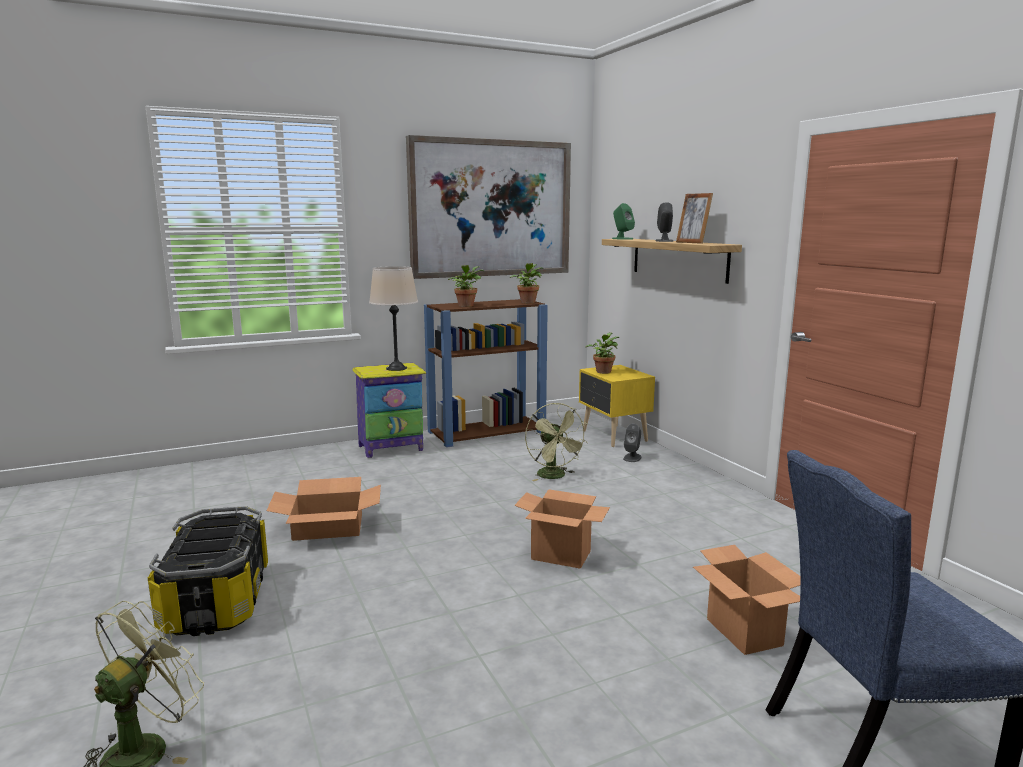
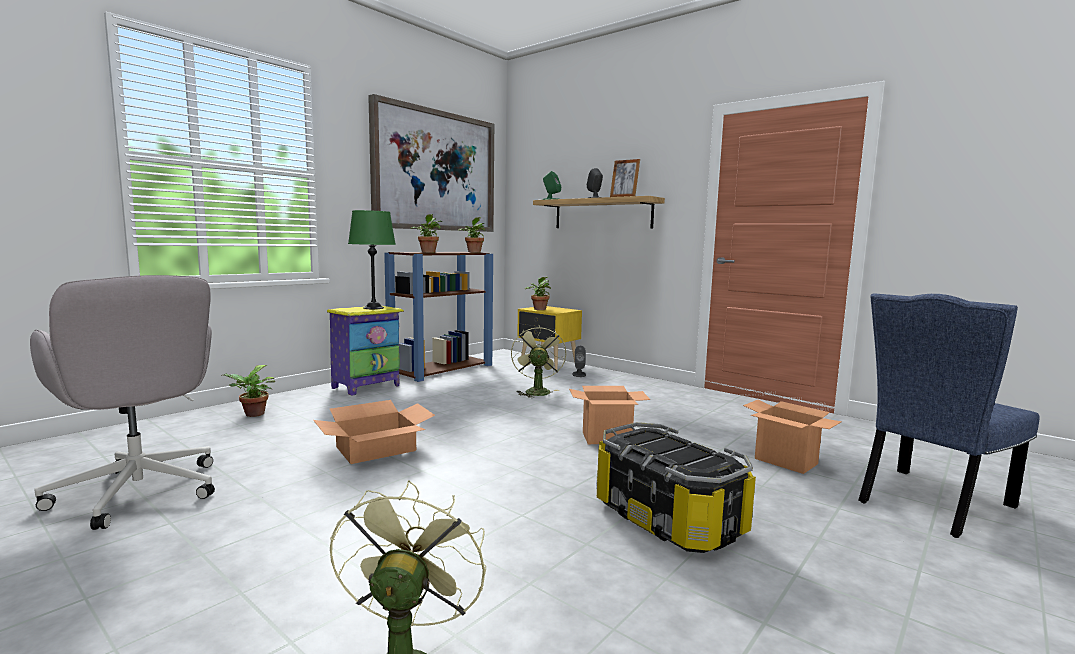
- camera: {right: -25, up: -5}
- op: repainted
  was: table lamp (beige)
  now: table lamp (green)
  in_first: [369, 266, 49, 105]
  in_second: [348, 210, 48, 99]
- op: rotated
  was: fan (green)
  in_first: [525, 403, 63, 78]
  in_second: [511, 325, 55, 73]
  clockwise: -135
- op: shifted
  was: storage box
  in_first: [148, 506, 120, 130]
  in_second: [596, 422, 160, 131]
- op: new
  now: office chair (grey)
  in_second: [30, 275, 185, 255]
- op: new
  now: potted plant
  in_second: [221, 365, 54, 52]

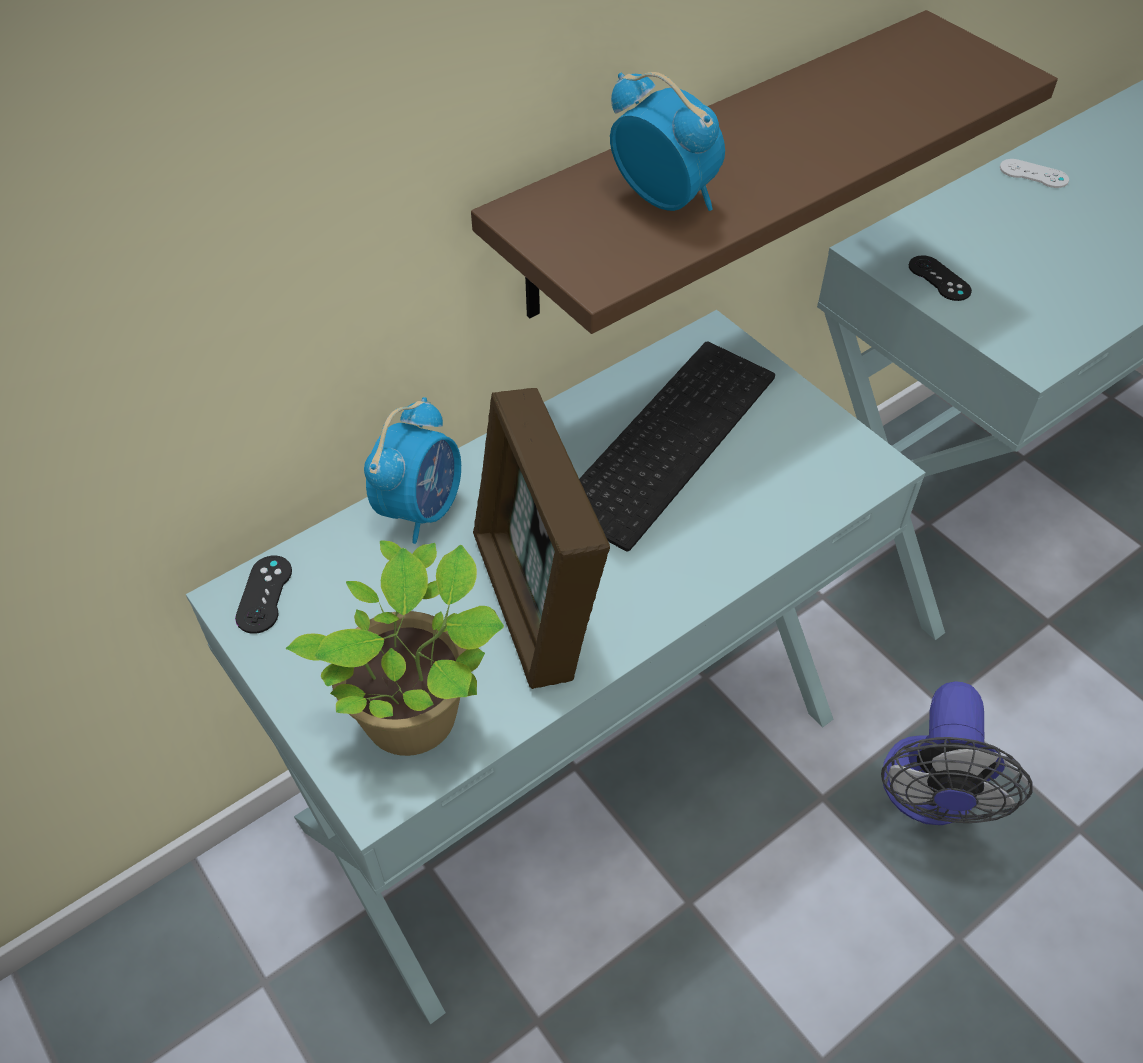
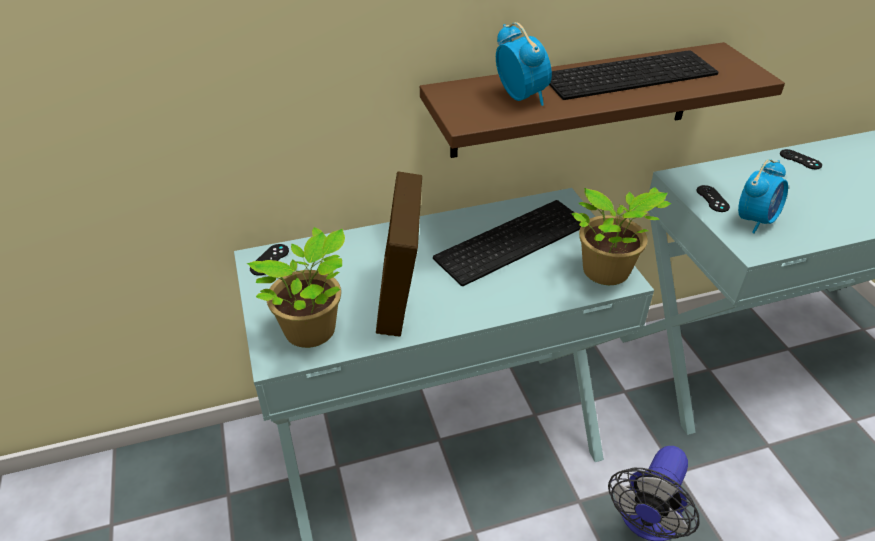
- camera: {right: 20, up: -10}
- op: repainted
  was: game controller (white)
  now: game controller (black)
  in_first: [1000, 159, 69, 29]
  in_second: [780, 149, 42, 20]
- op: shifted
  was: alarm clock
  in_first: [364, 397, 97, 147]
  in_second: [738, 159, 50, 75]
- op: new
  now: keyboard
  in_second: [549, 50, 170, 50]
- op: new
  now: potted plant
  in_second: [571, 187, 101, 98]

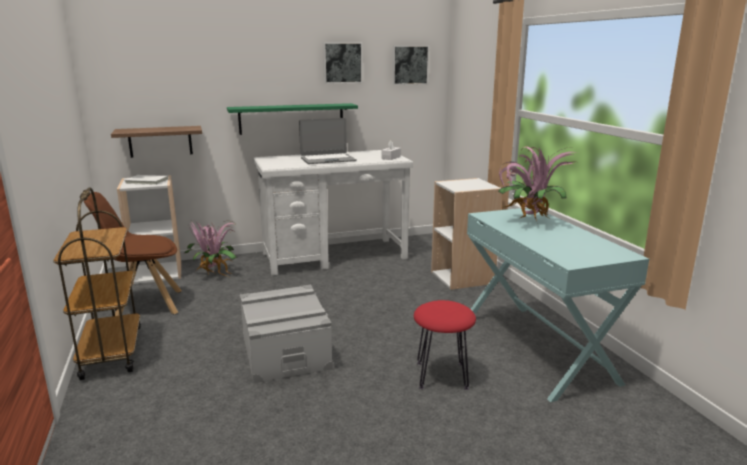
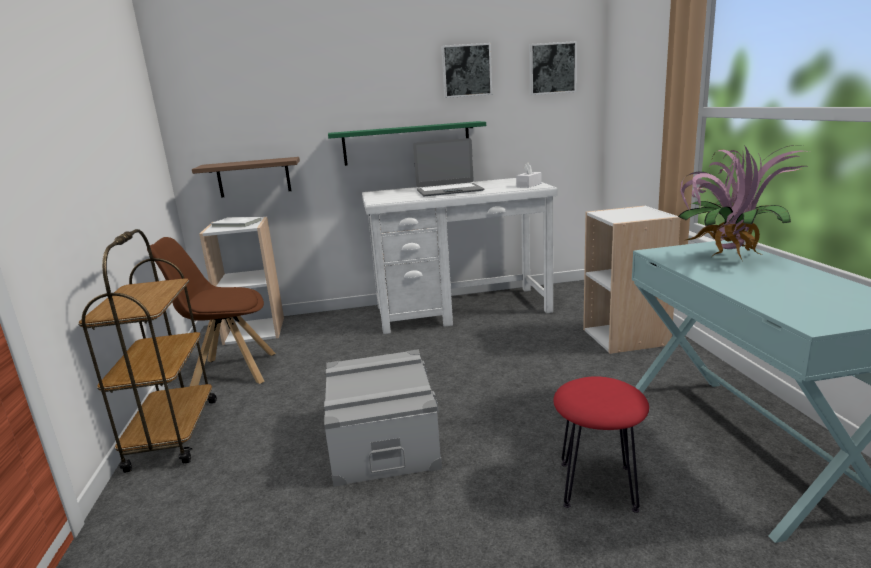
- camera: {right: 10, up: 0}
- op: gone
  was: potted plant
  in_first: [184, 218, 54, 59]

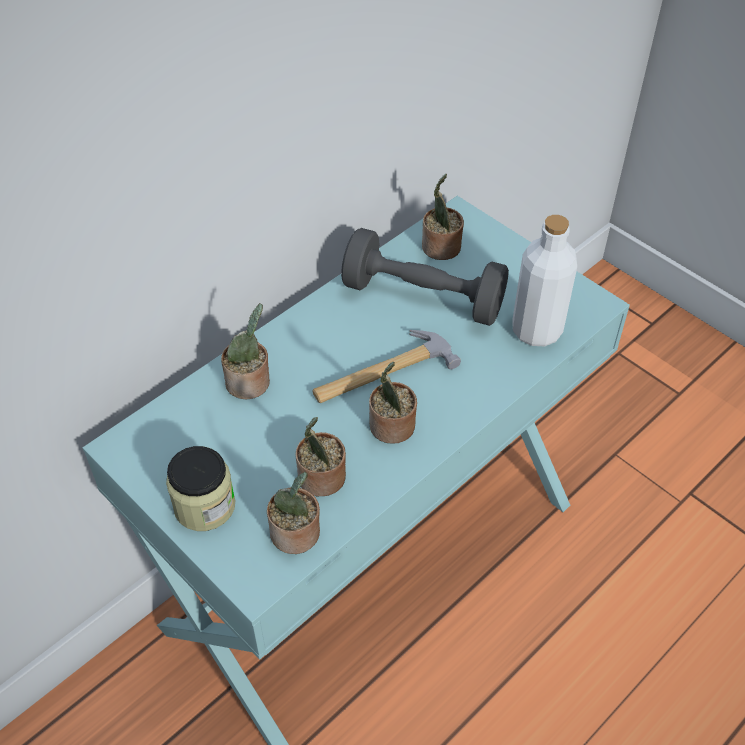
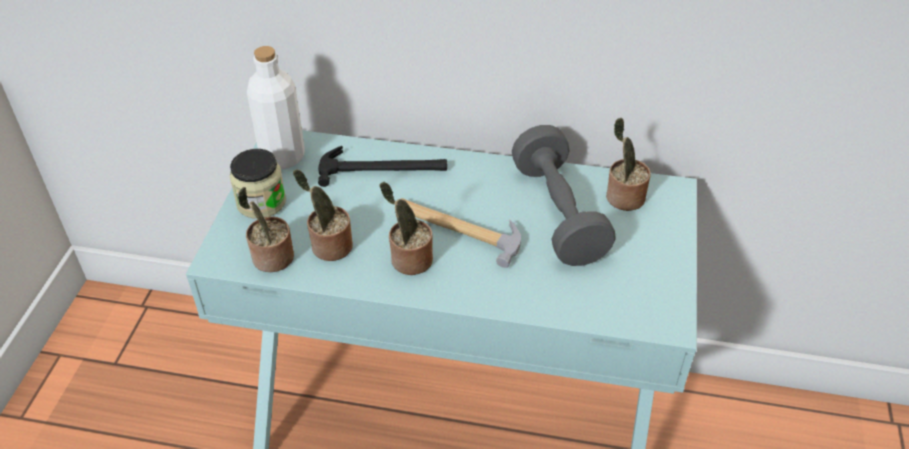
- camera: {right: 55, up: -5}
- op: shifted
  was: bottle (white)
  in_first: [512, 215, 65, 132]
  in_second: [247, 46, 58, 123]
- op: swapped
  was: potted plant
  now: hammer
  in_first: [221, 303, 49, 96]
  in_second: [318, 146, 129, 41]

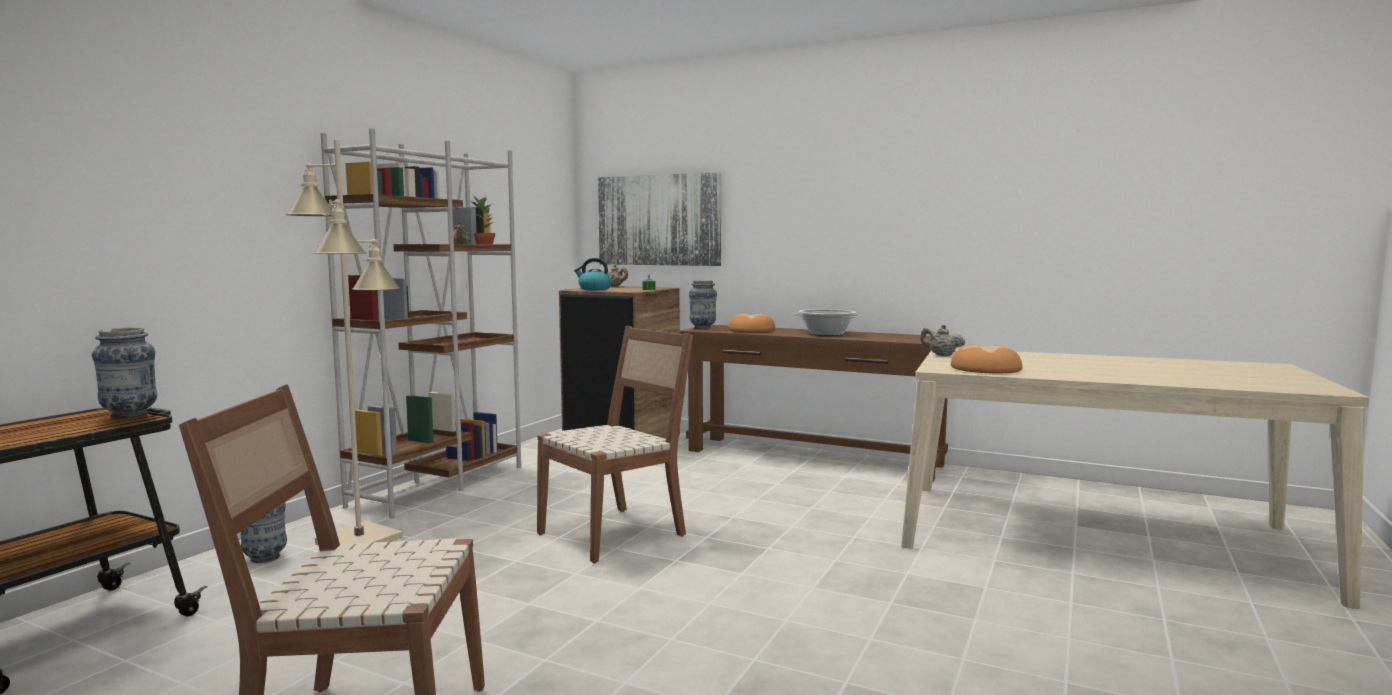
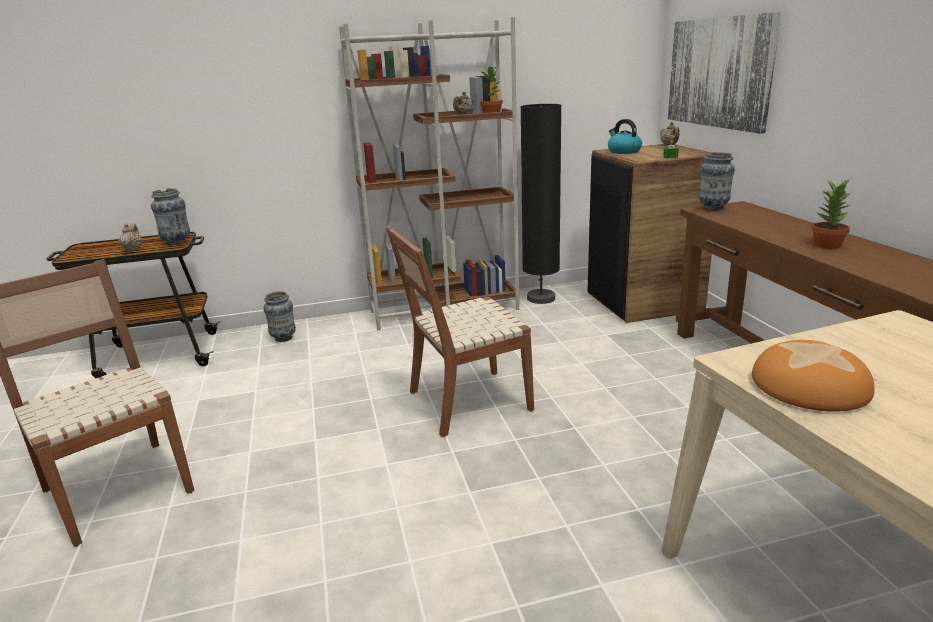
- camera: {right: 50, up: 15}
- op: gone
  was: floor lamp (beige)
  in_first: [286, 139, 117, 406]
- op: swapped
  was: cooking pot
  now: potted plant
  in_first: [793, 309, 69, 27]
  in_second: [812, 180, 40, 69]
- op: gone
  was: bread
  in_first: [728, 314, 47, 18]
- op: shifted
  was: teapot (beige)
  in_first: [920, 324, 45, 32]
  in_second: [118, 223, 25, 28]
- op: rotated
  was: chair
  in_first: [537, 326, 156, 237]
  in_second: [386, 225, 148, 212]
  clockwise: 150
- op: new
  now: floor lamp (black)
  in_second: [520, 104, 42, 200]

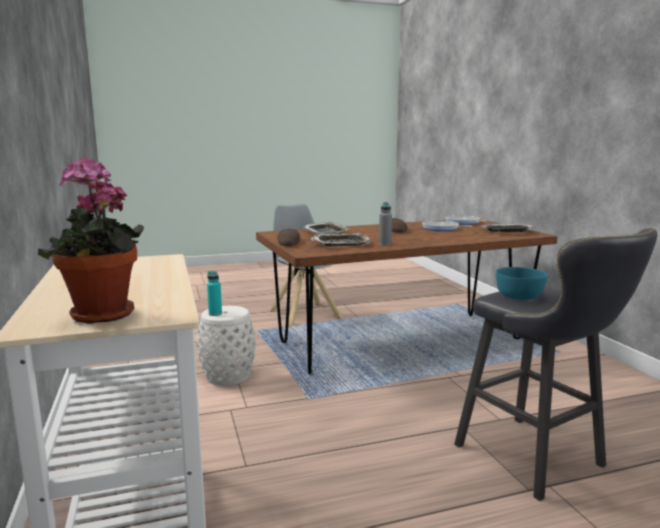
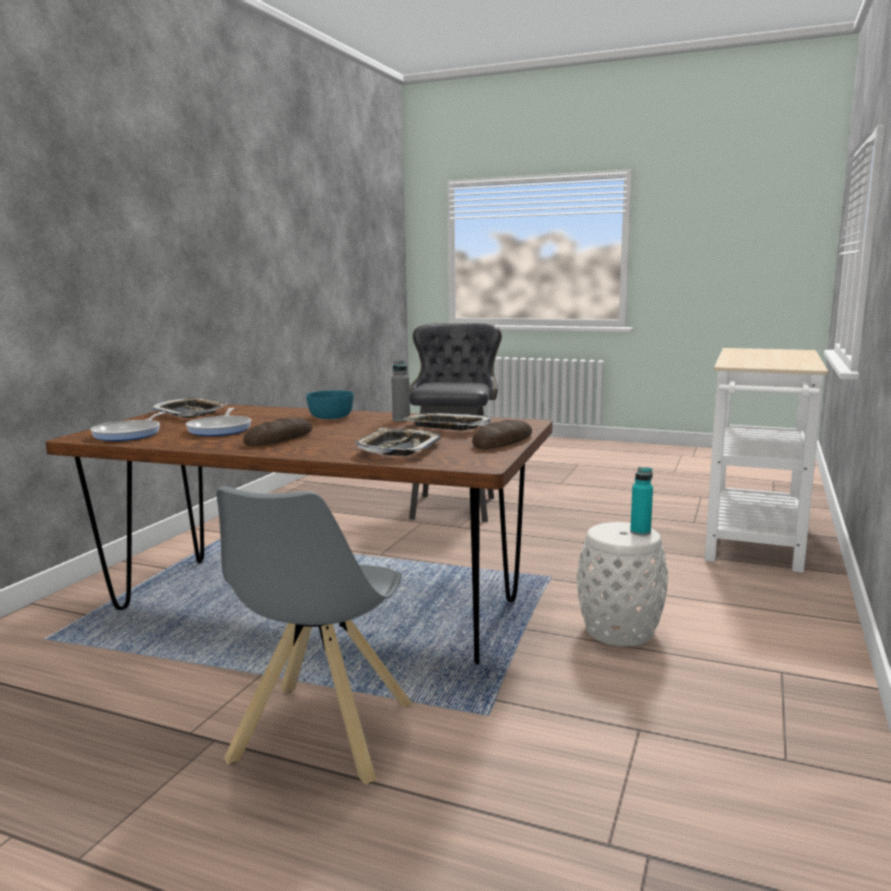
- camera: {right: -140, up: 0}
- op: gone
  was: potted plant
  in_first: [38, 157, 106, 167]
- op: shifted
  was: bowl (turquoise)
  in_first: [496, 267, 52, 33]
  in_second: [306, 390, 48, 29]

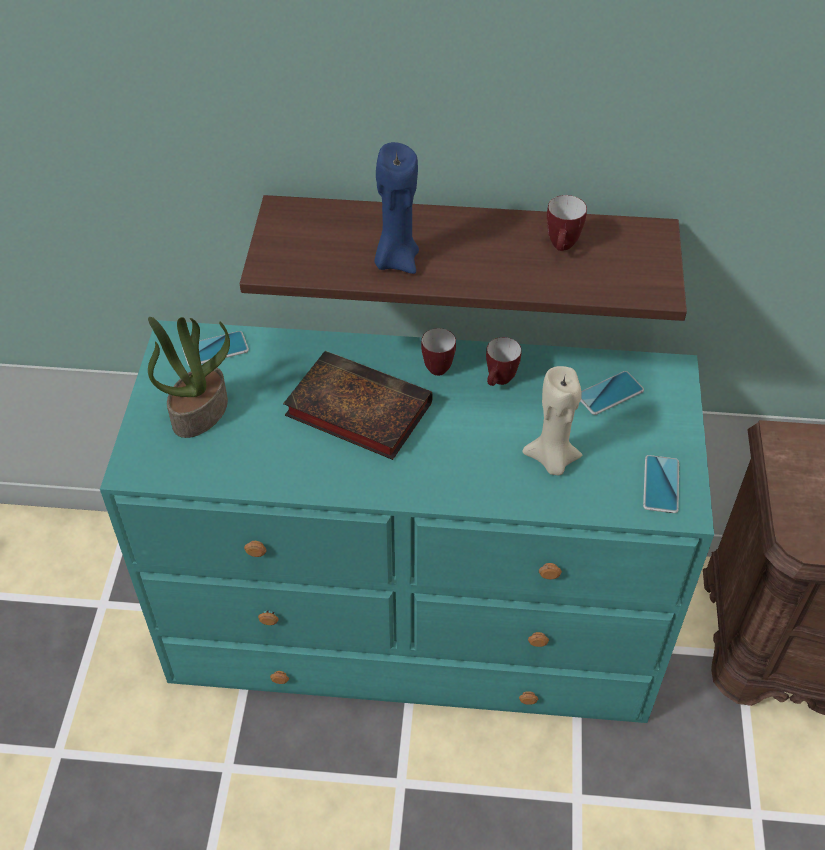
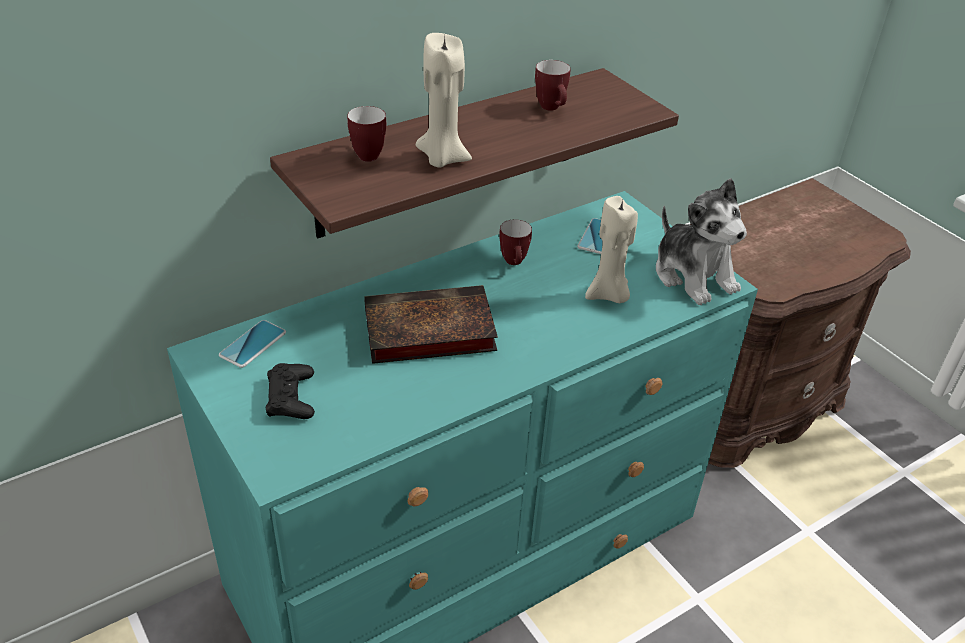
- camera: {right: -40, up: -10}
- op: repainted
  was: candle (blue)
  now: candle (beige)
  in_first: [374, 142, 45, 132]
  in_second: [416, 33, 56, 135]
- op: swapped
  was: potted plant
  now: game controller (black)
  in_first: [148, 317, 82, 121]
  in_second: [266, 363, 49, 56]
- op: shifted
  was: mug
  in_first: [421, 328, 35, 48]
  in_second: [347, 106, 39, 56]
- op: swapped
  was: phone
  now: plush toy
  in_first: [643, 455, 36, 58]
  in_second: [656, 178, 91, 127]

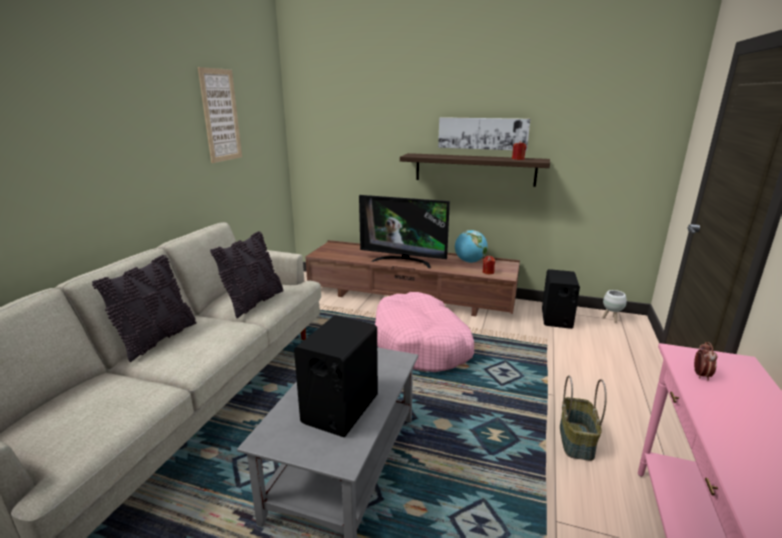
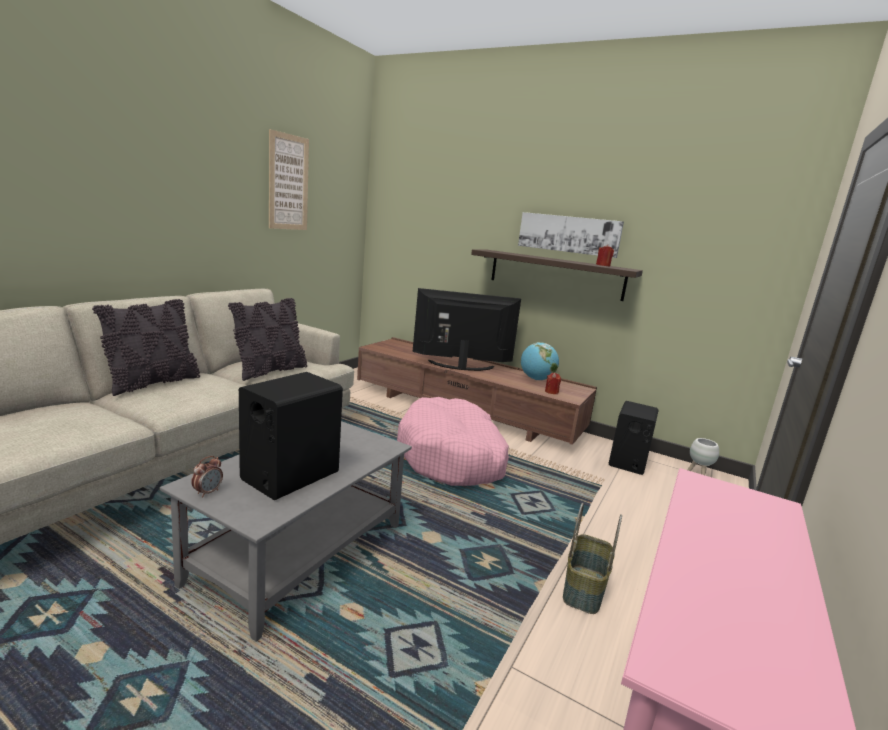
- camera: {right: 10, up: -5}
- op: rotated
  was: television
  in_first: [359, 195, 91, 73]
  in_second: [413, 288, 108, 83]
  clockwise: 150
- op: shifted
  was: alarm clock
  in_first: [694, 342, 23, 39]
  in_second: [191, 456, 32, 42]

